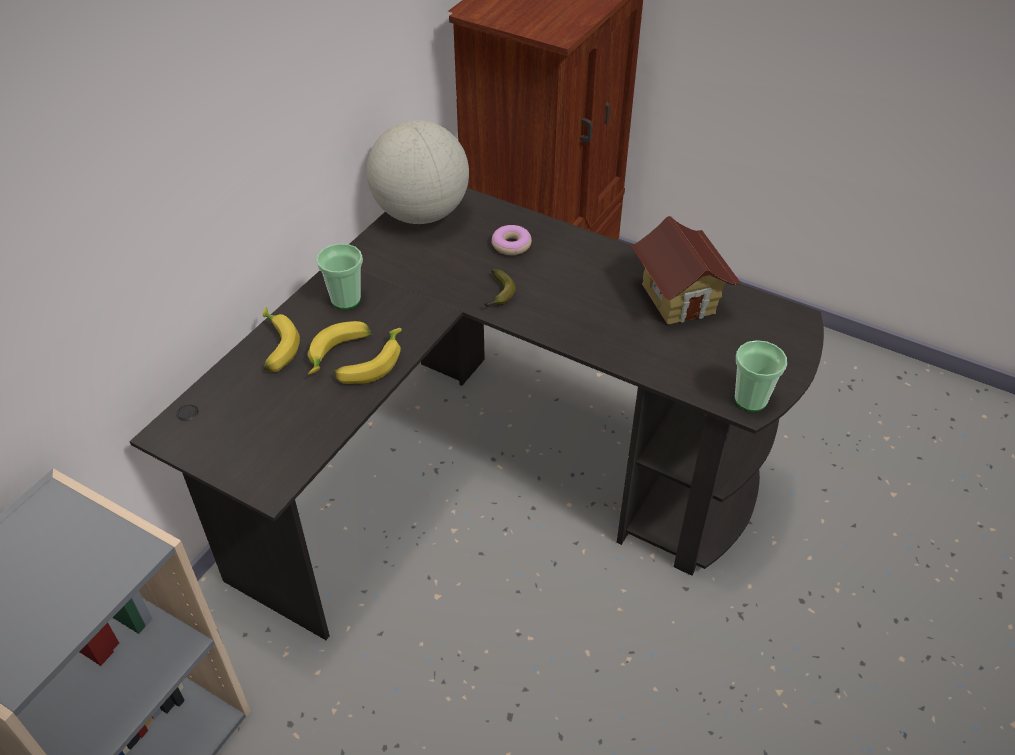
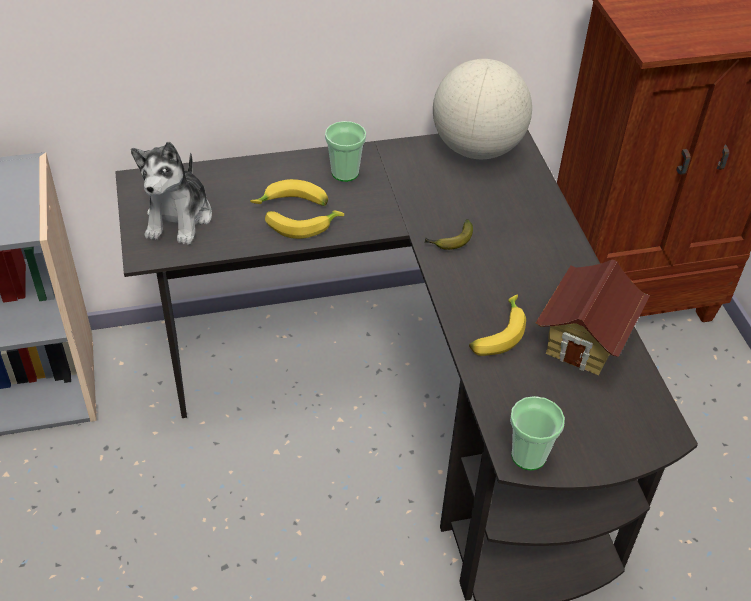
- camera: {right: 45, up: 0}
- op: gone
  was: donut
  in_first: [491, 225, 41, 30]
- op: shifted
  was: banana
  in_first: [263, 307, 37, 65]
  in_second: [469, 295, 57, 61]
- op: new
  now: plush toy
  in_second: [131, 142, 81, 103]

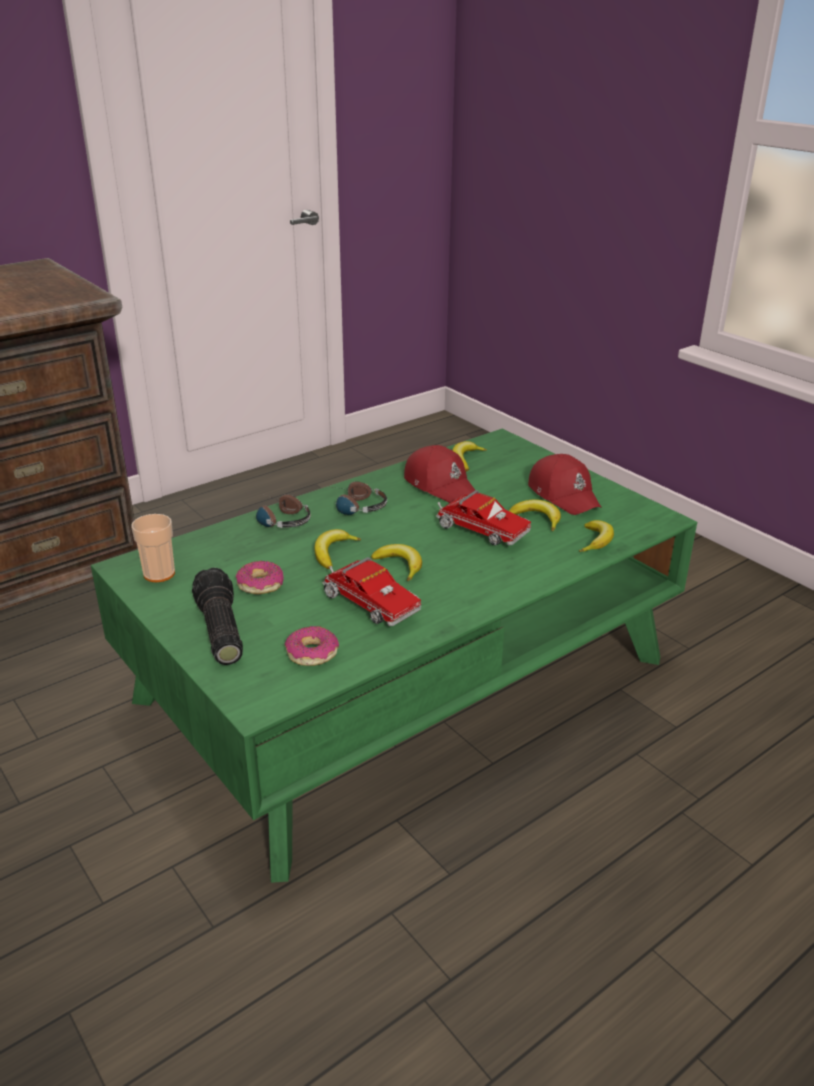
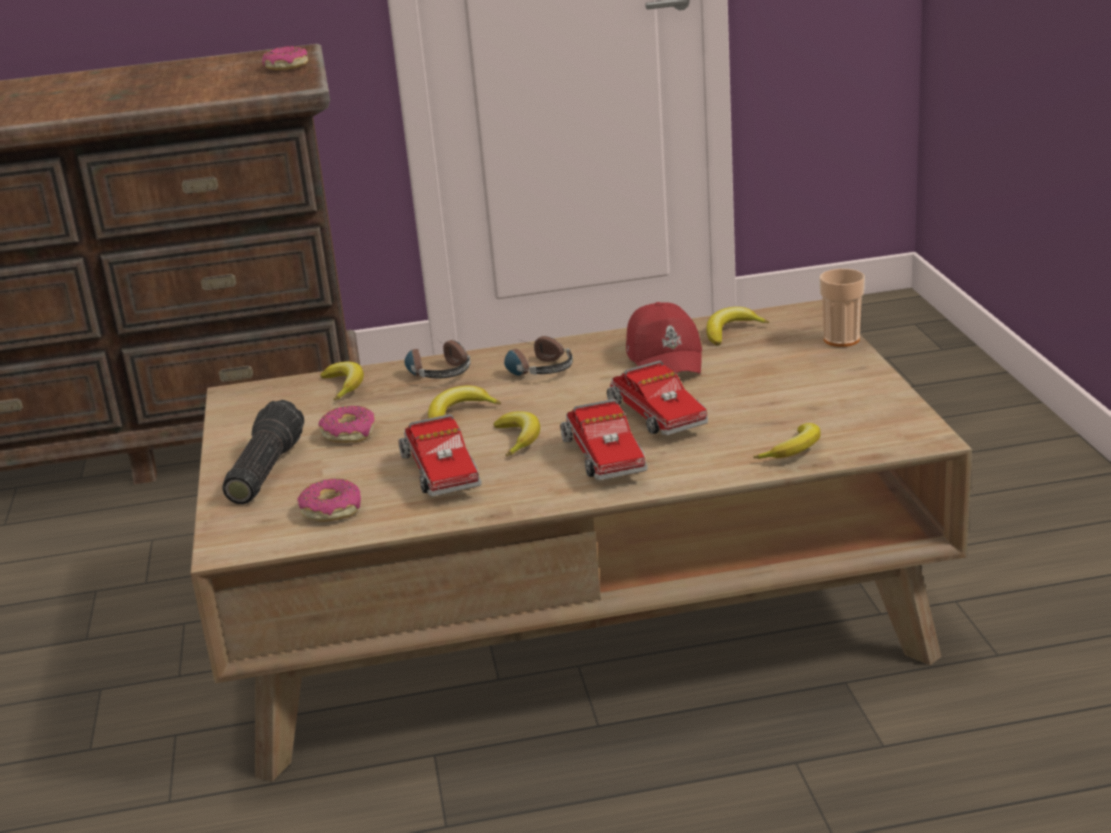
- camera: {right: 30, up: -5}
- op: repainted
  was: coffee table (green)
  now: coffee table (brown)
  in_first: [91, 429, 606, 454]
  in_second: [190, 300, 782, 481]
- op: gone
  was: cap (red)
  in_first: [528, 454, 73, 61]
- op: shifted
  was: banana
  in_first: [509, 500, 52, 31]
  in_second: [320, 362, 44, 38]
- op: shifted
  was: cup
  in_first: [132, 514, 43, 68]
  in_second: [819, 269, 46, 78]
- op: new
  now: donut
  in_second: [262, 46, 46, 24]
- op: new
  now: toy truck
  in_second: [560, 399, 88, 81]

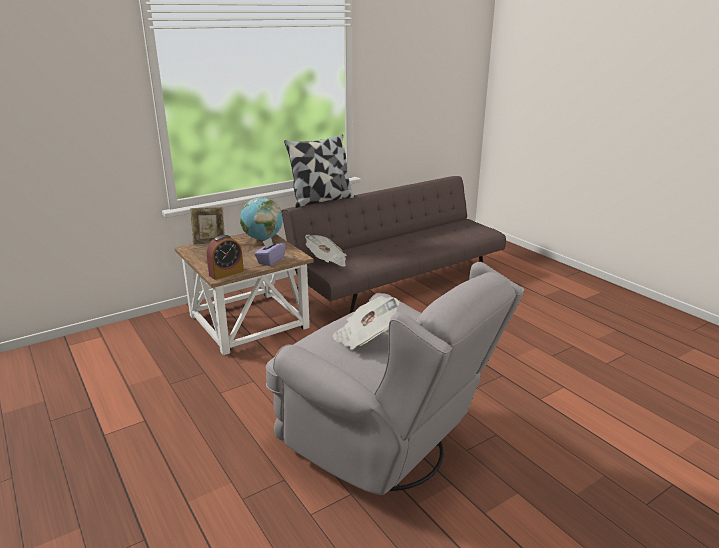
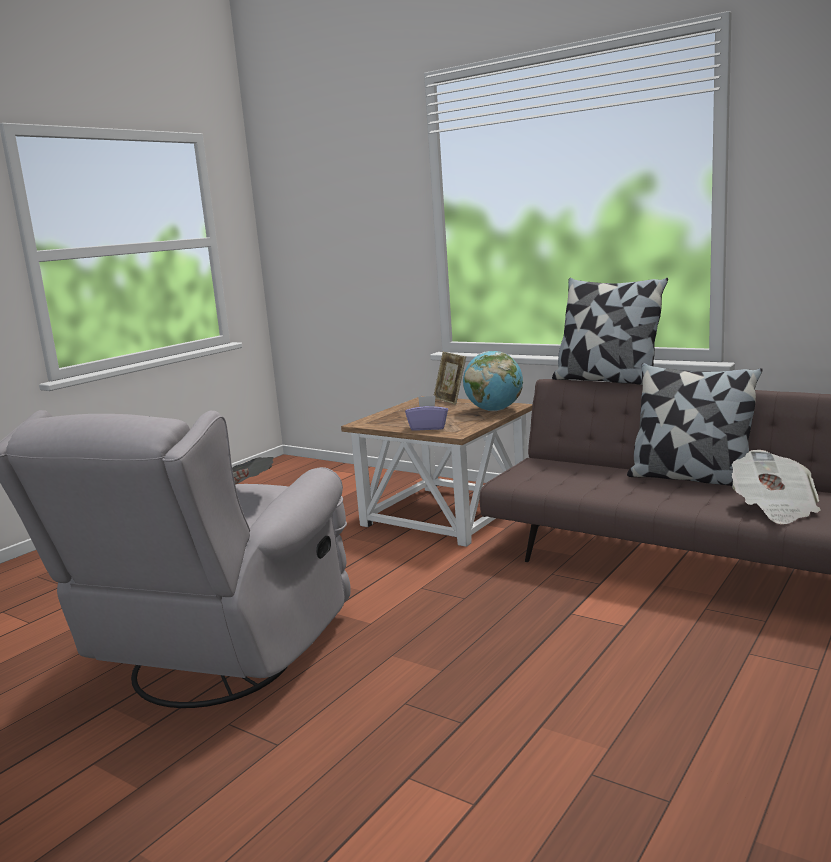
- camera: {right: 70, up: -10}
- op: gone
  was: alarm clock
  in_first: [206, 235, 38, 45]
- op: shifted
  was: newspaper
  in_first: [305, 235, 41, 32]
  in_second: [732, 450, 89, 74]
- op: new
  now: pillow
  in_second: [627, 363, 136, 123]

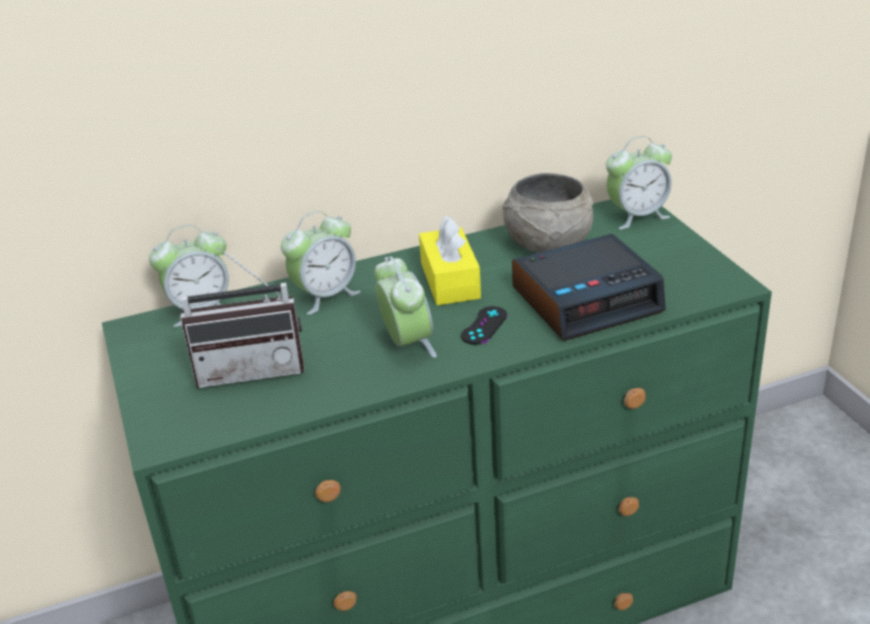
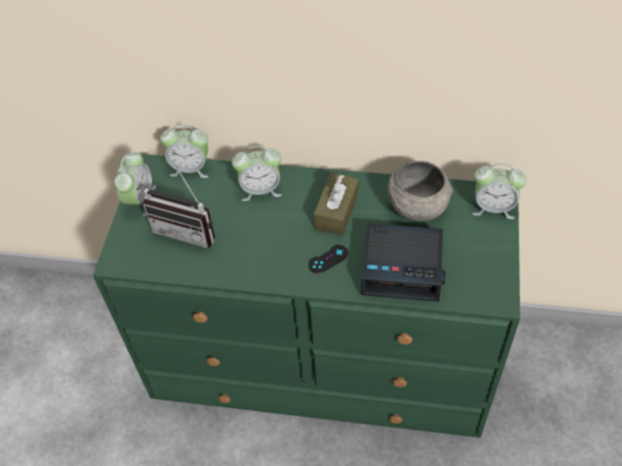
- camera: {right: 30, up: 20}
- op: repainted
  was: tissue box (yellow)
  now: tissue box (brown)
  in_first: [419, 216, 62, 90]
  in_second: [314, 173, 45, 62]
- op: shifted
  was: alarm clock
  in_first: [374, 256, 63, 102]
  in_second: [114, 151, 42, 66]

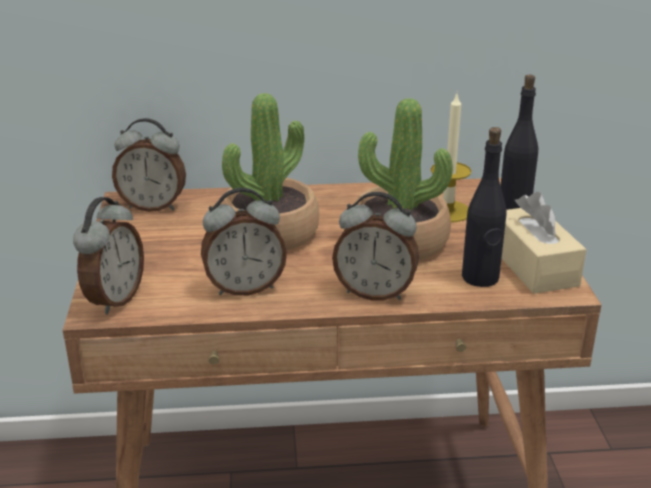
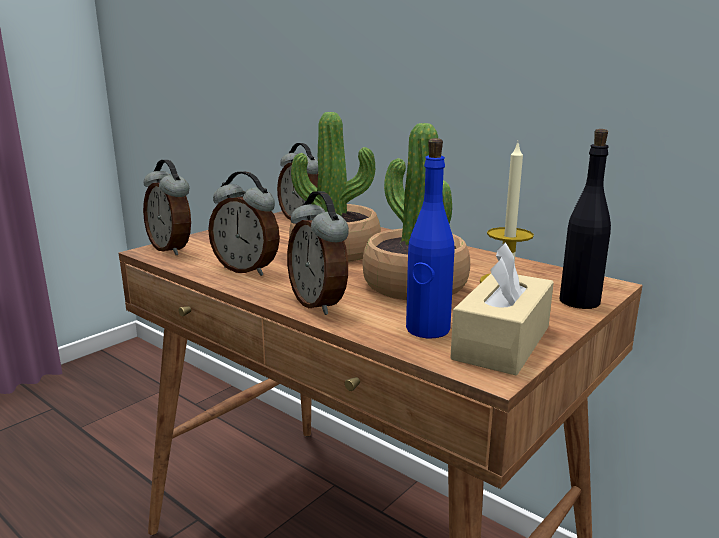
- camera: {right: 45, up: -10}
- op: repainted
  was: bottle (black)
  now: bottle (blue)
  in_first: [462, 127, 44, 160]
  in_second: [406, 138, 48, 201]
- op: rotated
  was: alarm clock
  in_first: [73, 197, 71, 118]
  in_second: [143, 160, 48, 95]
  clockwise: 75

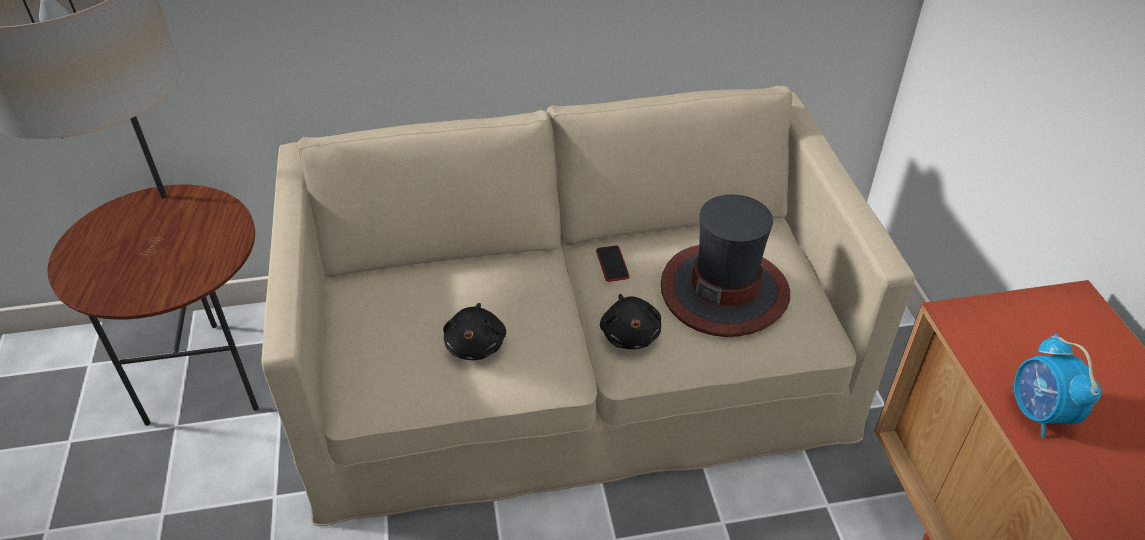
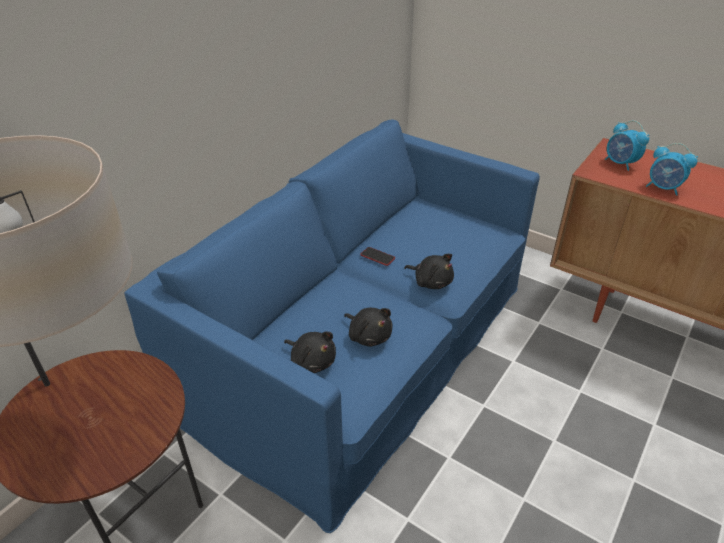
- camera: {right: -45, up: -5}
- op: repainted
  was: sofa (beige)
  now: sofa (blue)
  in_first: [261, 86, 654, 440]
  in_second: [124, 120, 416, 413]
- op: gone
  was: hat
  in_first: [661, 194, 129, 143]
- op: new
  now: alarm clock
  in_second: [605, 121, 44, 50]
- op: new
  now: plush toy (black)
  in_second: [284, 331, 52, 42]

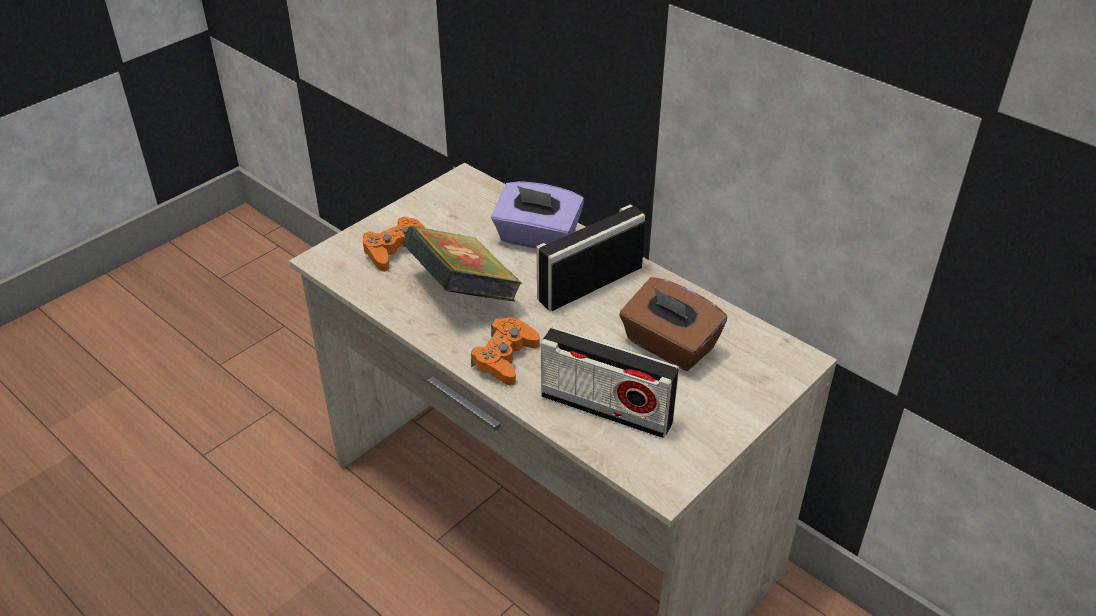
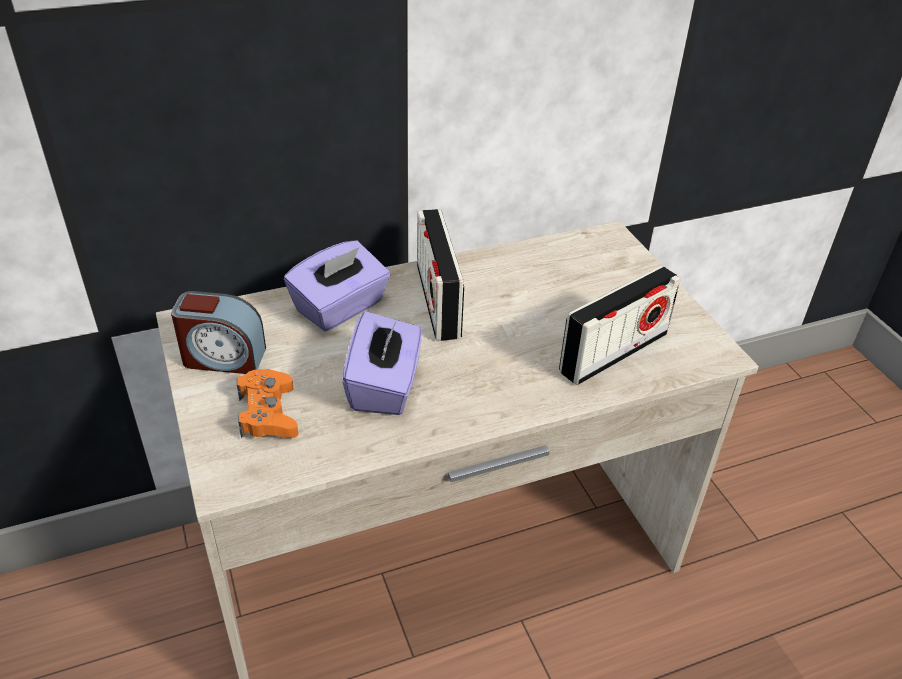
- camera: {right: -65, up: 0}
- op: swapped
  was: book
  now: tissue box (purple)
  in_first: [402, 226, 120, 76]
  in_second: [342, 311, 80, 104]
- op: gone
  was: tissue box (brown)
  in_first: [619, 277, 108, 94]
- op: gone
  was: game controller (orange)
  in_first: [471, 317, 69, 68]
- op: new
  now: alarm clock
  in_second: [171, 291, 95, 83]

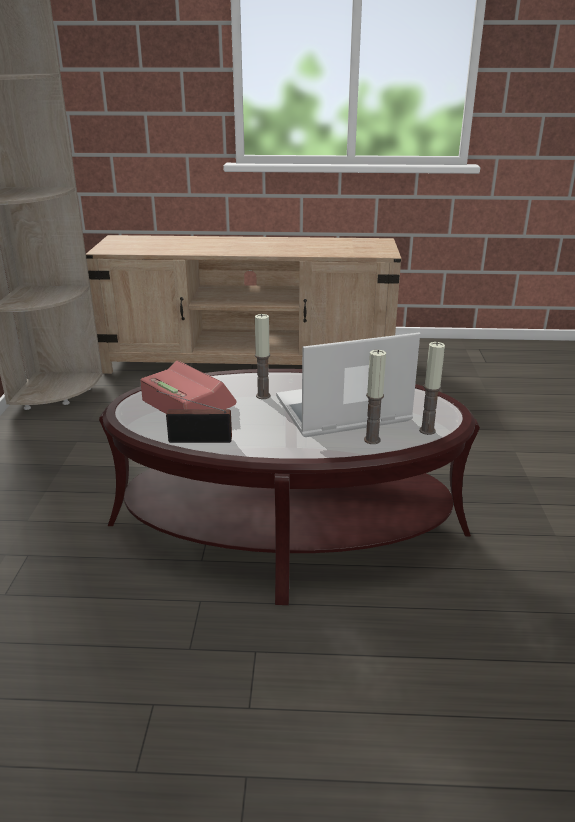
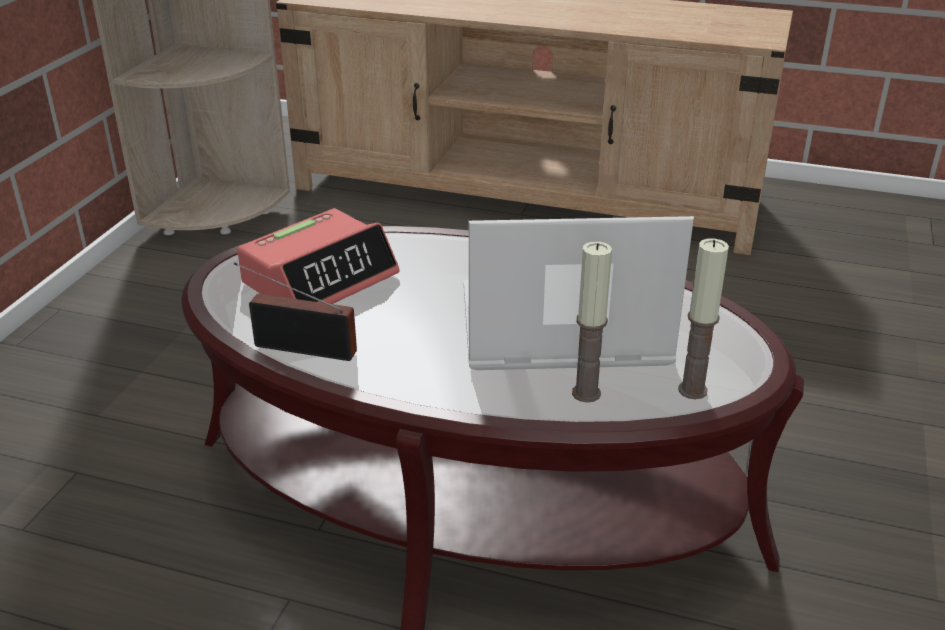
- camera: {right: 15, up: 5}
- op: gone
  was: candle
  in_first: [255, 314, 16, 85]
- op: rotated
  was: alarm clock
  in_first: [140, 360, 96, 54]
  in_second: [237, 208, 163, 96]
  clockwise: 75

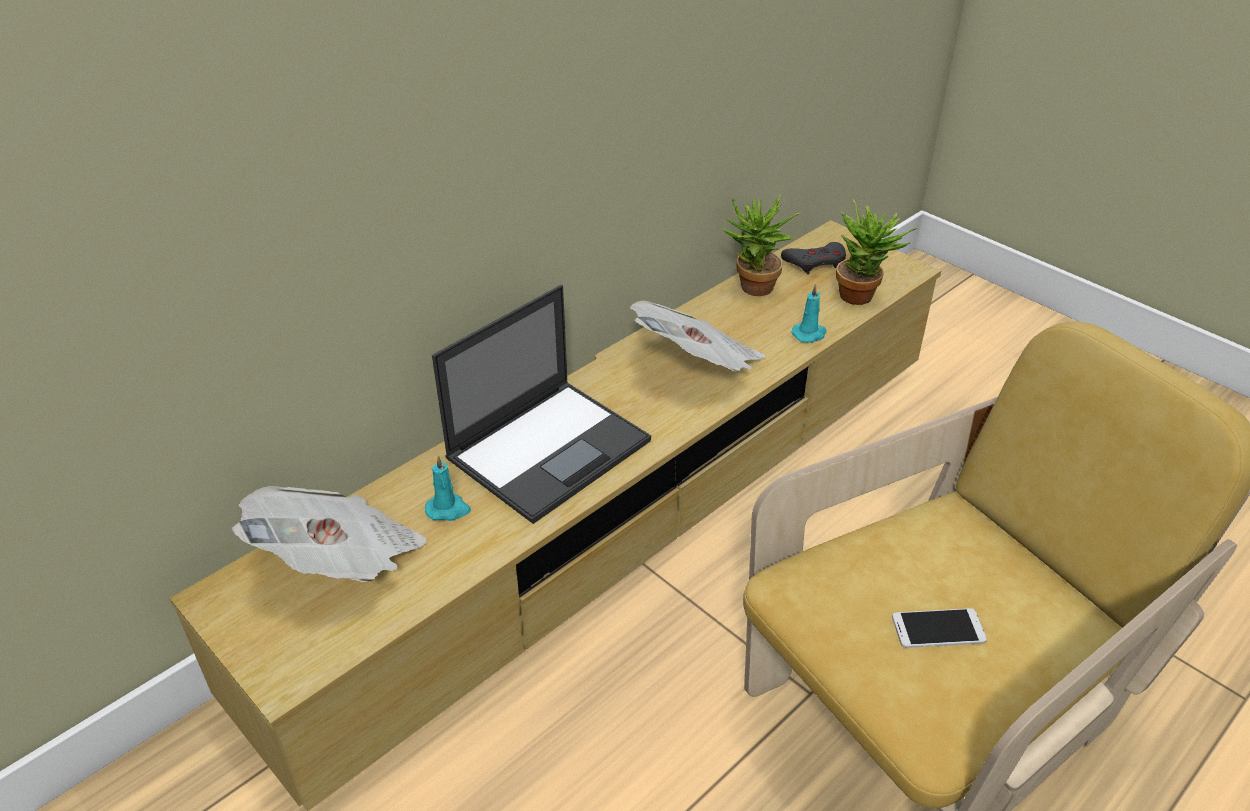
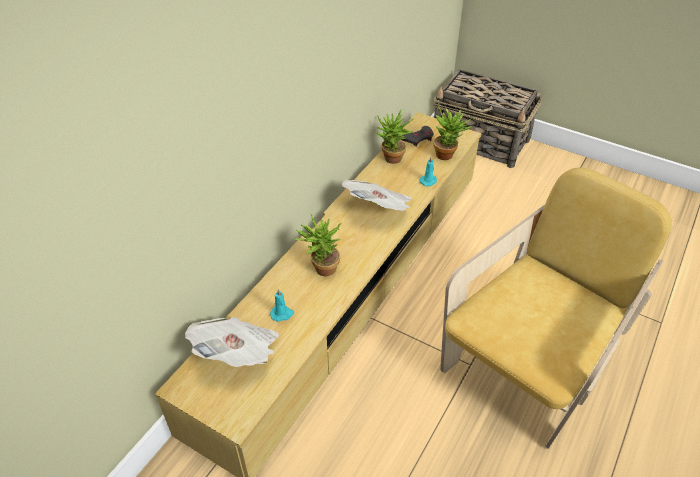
- camera: {right: -15, up: 5}
- op: swapped
  was: laptop
  now: potted plant
  in_first: [432, 285, 219, 239]
  in_second: [295, 214, 46, 62]
- op: gone
  was: phone
  in_first: [892, 608, 95, 40]
- op: new
  now: basket
  in_second: [434, 69, 108, 99]

